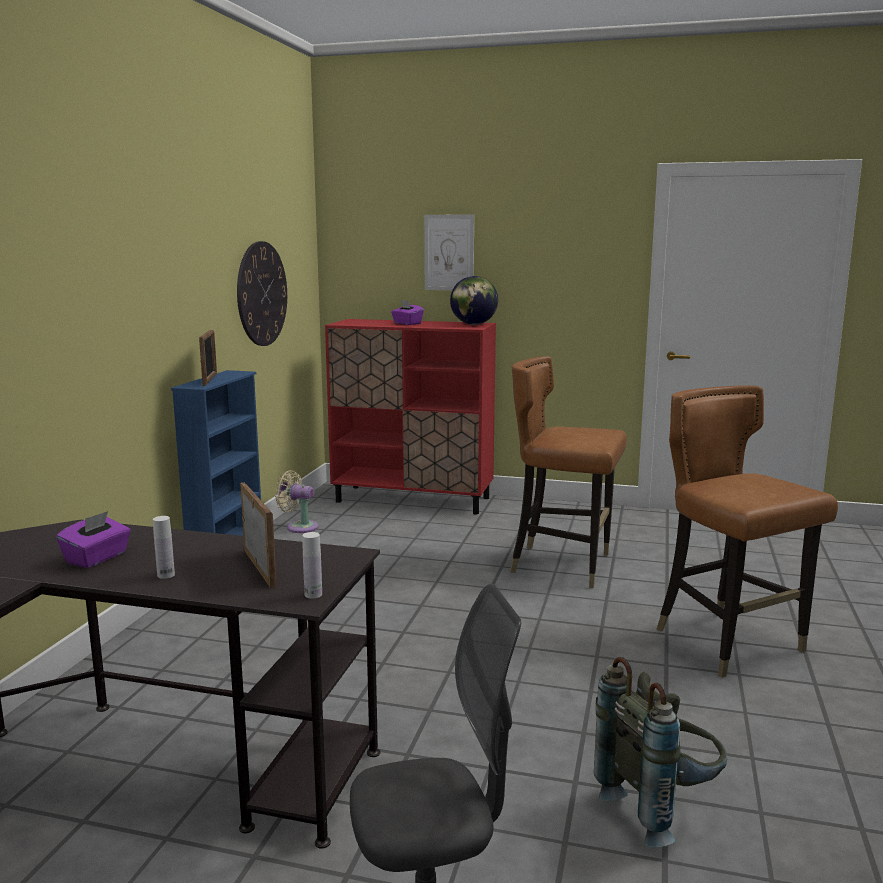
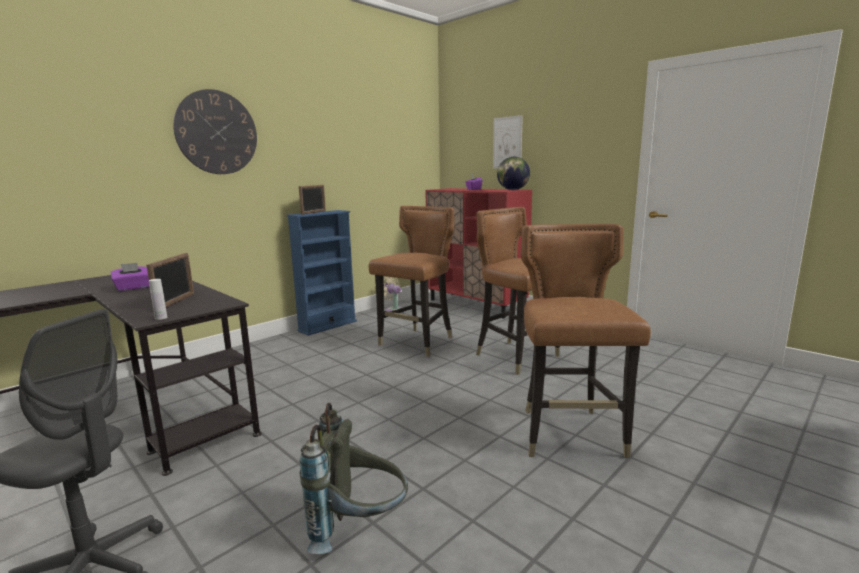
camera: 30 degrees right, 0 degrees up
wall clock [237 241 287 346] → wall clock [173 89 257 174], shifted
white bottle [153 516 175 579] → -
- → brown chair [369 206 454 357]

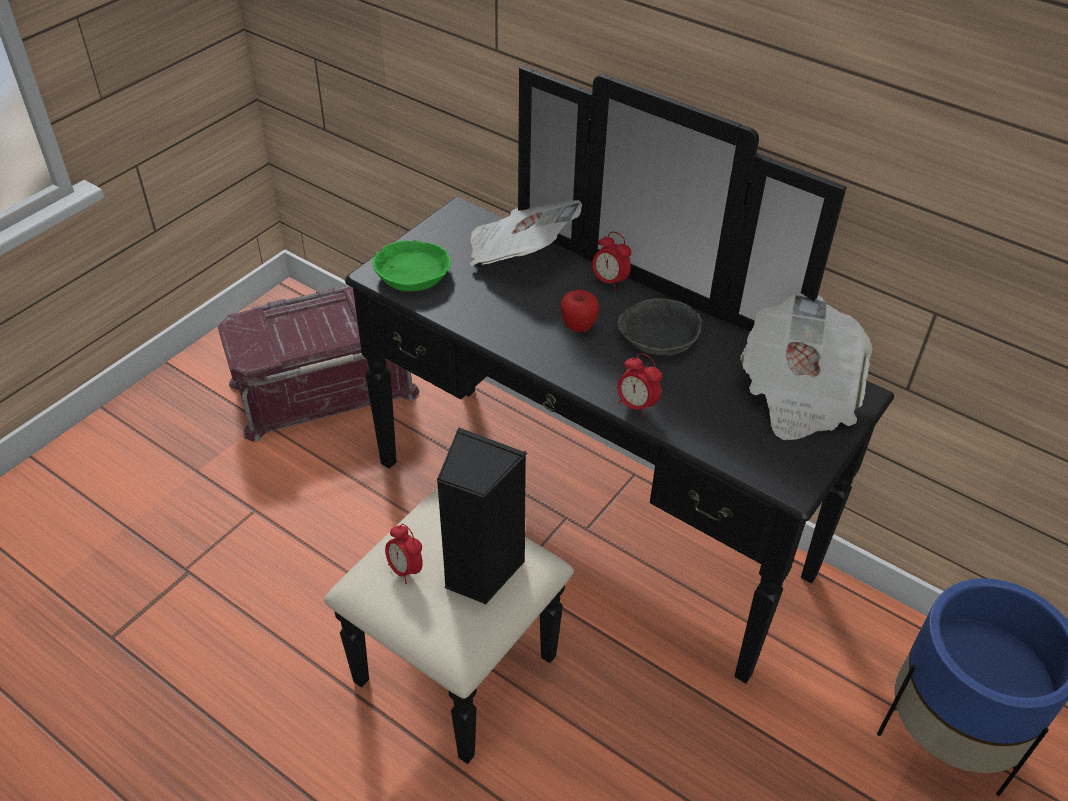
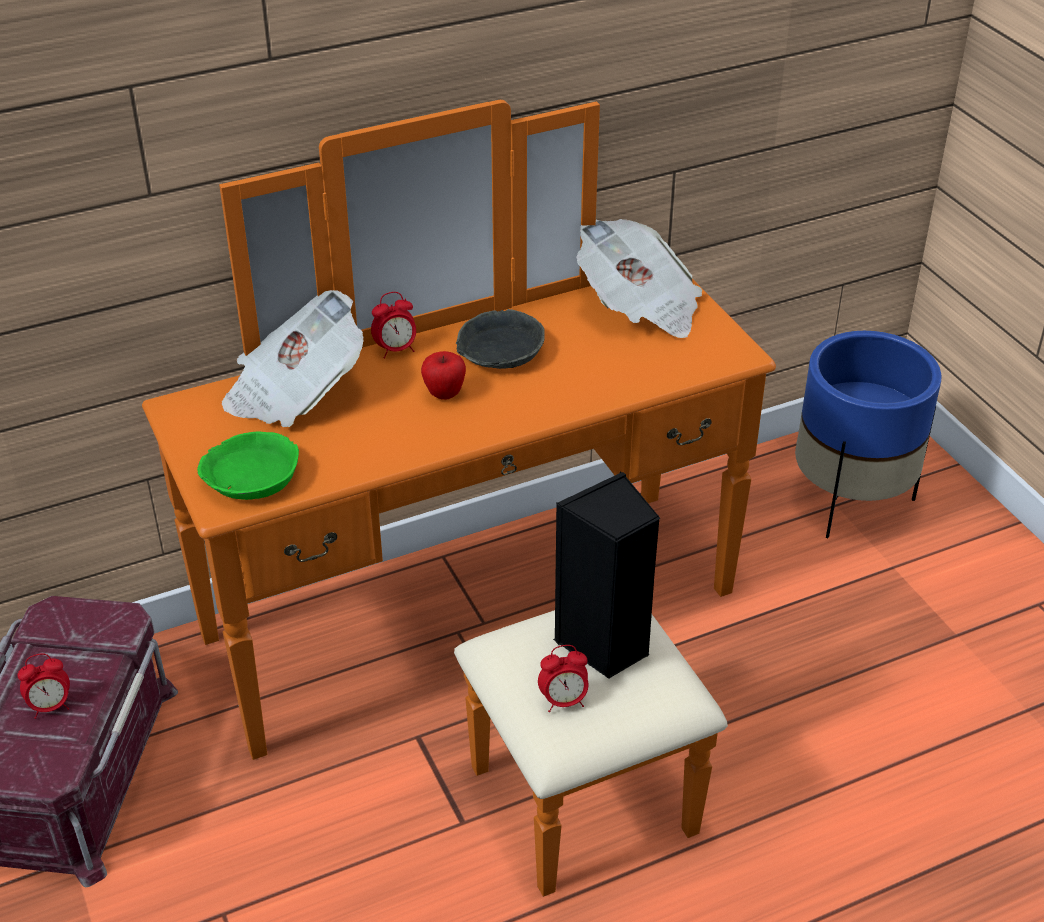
camera: 60 degrees left, 5 degrees down
black dresser [324 66 894 764] → orange dresser [142 100 776 897]
alarm clock [617 353 662 418] → alarm clock [18 653 70 719], shifted

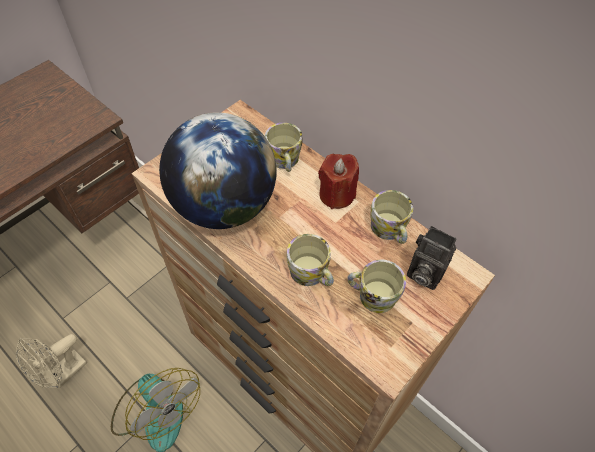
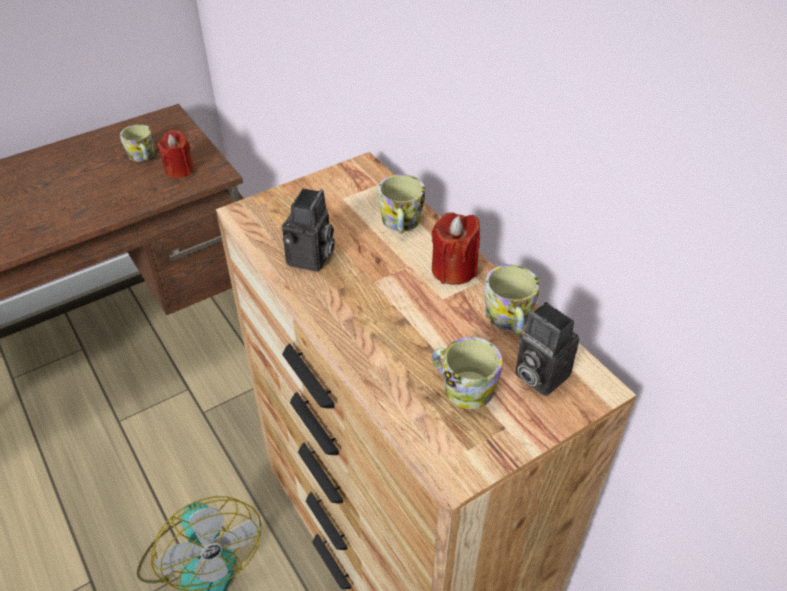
camera: 15 degrees right, 10 degrees down
globe [159 112 277 229] → photo camera [282 188 335 272]
mug [286 234 334 286] → mug [120 124 154 161], shifted
beige fan [15 334 87 388] → -
- → red candle [157 130 194 178]

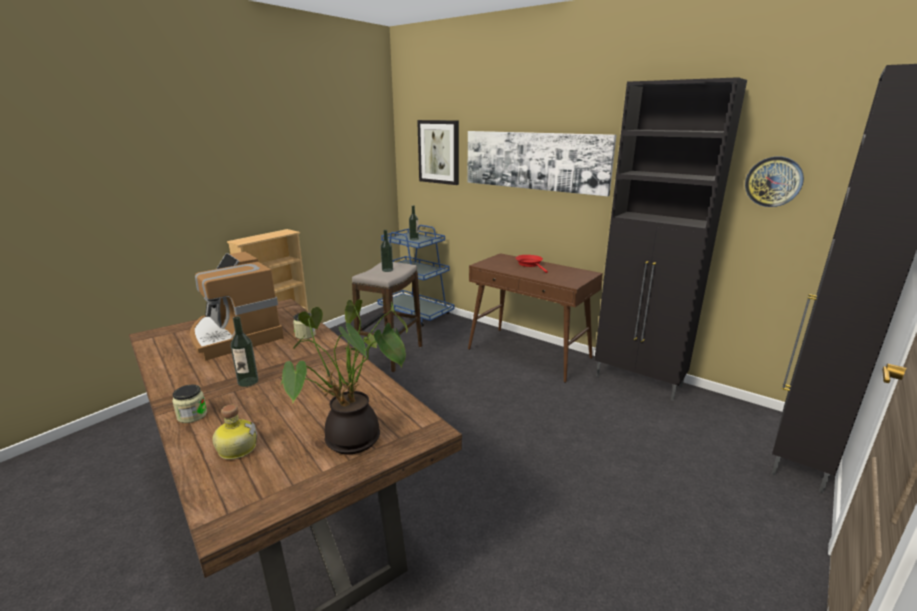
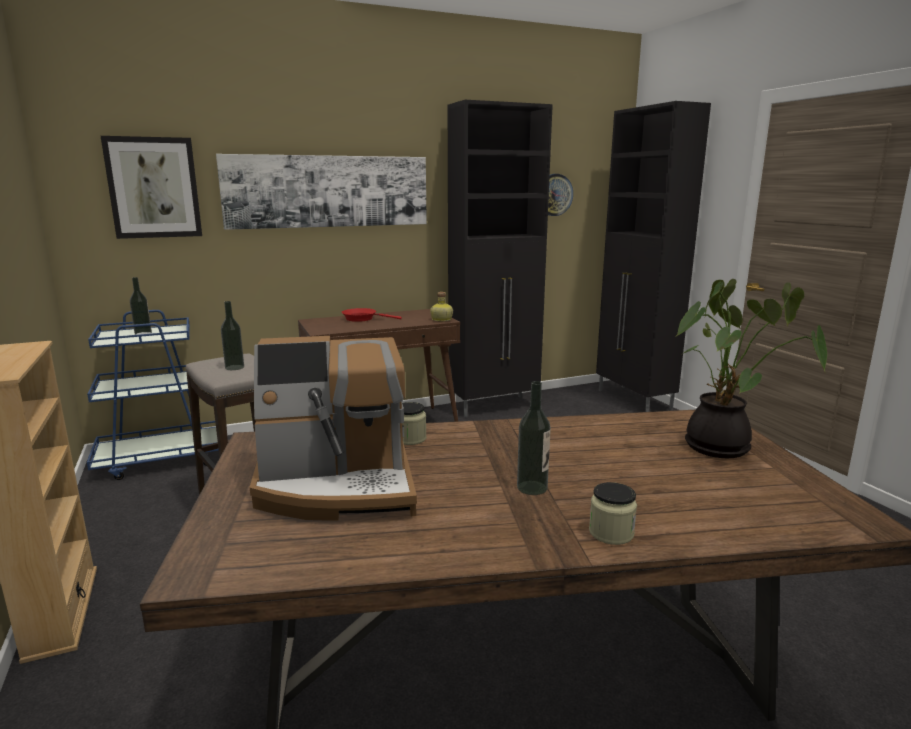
camera: 60 degrees left, 5 degrees down
bottle [212 405 257 460] → bottle [430 292 453 321], shifted

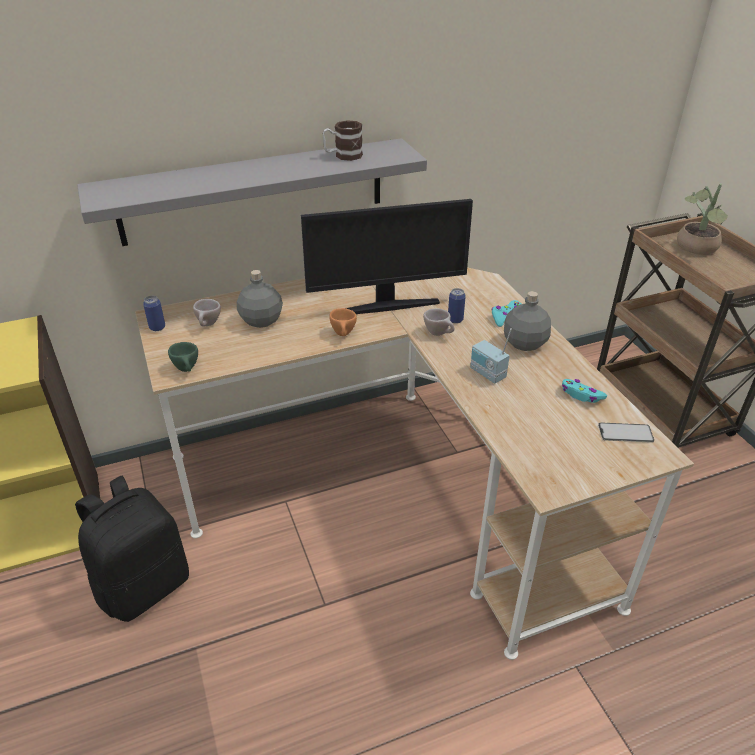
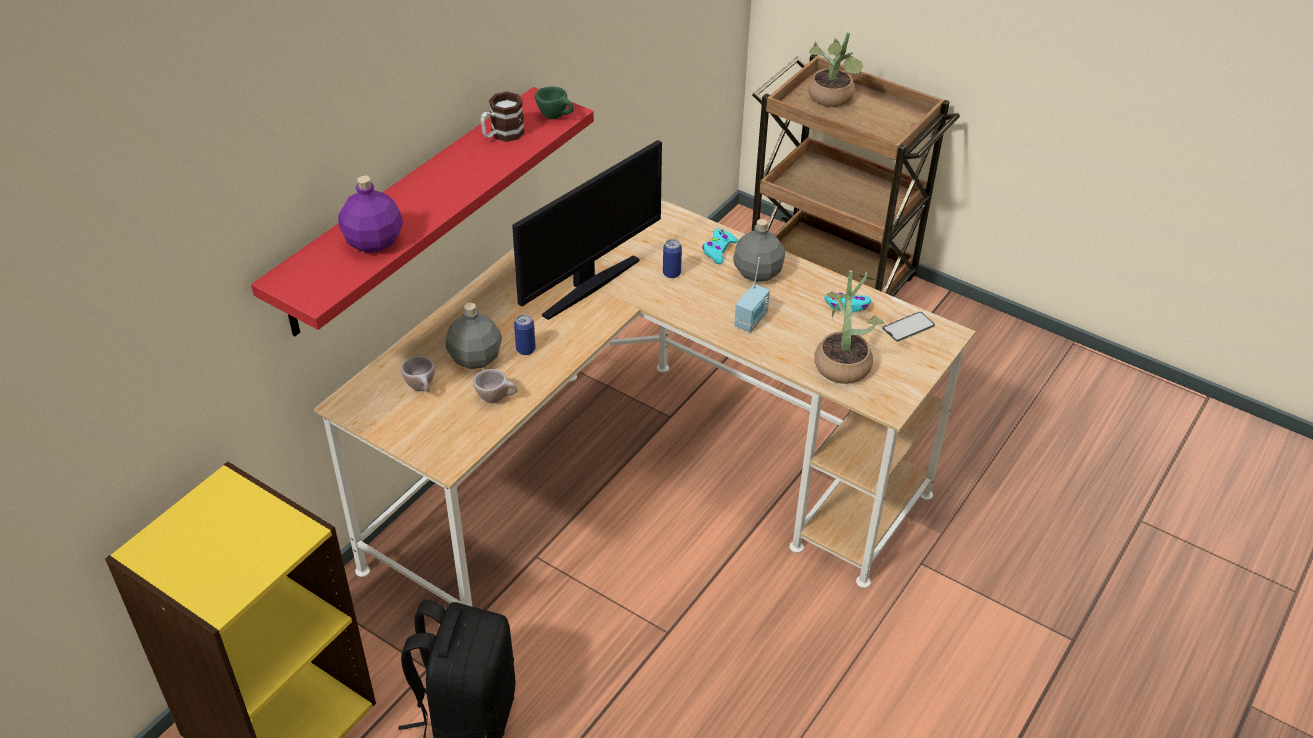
camera: 35 degrees left, 5 degrees up
grey shelf [77 138 427 246] → red shelf [251 87 594 336]
can [143 296 165 331] → can [514 314 536 355], shifted
orange cup [329 308 357 336] → -
beige cup [423 308 454 336] → beige cup [473 369 518 403], shifted
radio [470 328 512 384] → radio [734 257 770 332], 75 degrees counterclockwise
green cup [168 342 198 372] → green cup [535 86 574 119], shifted
- → purple bottle [338 175 403 253]
- → potted plant [814 271 884 384]

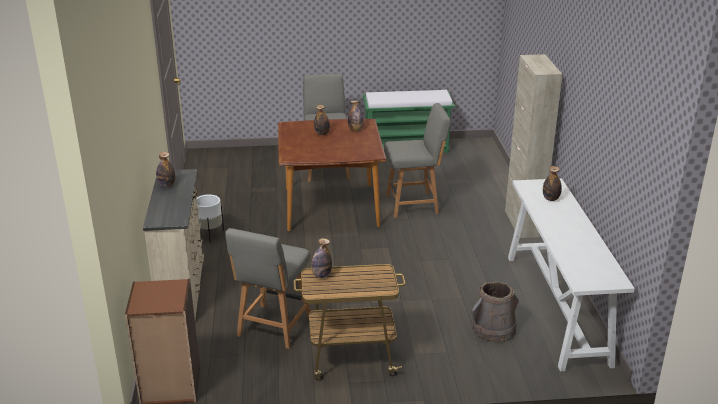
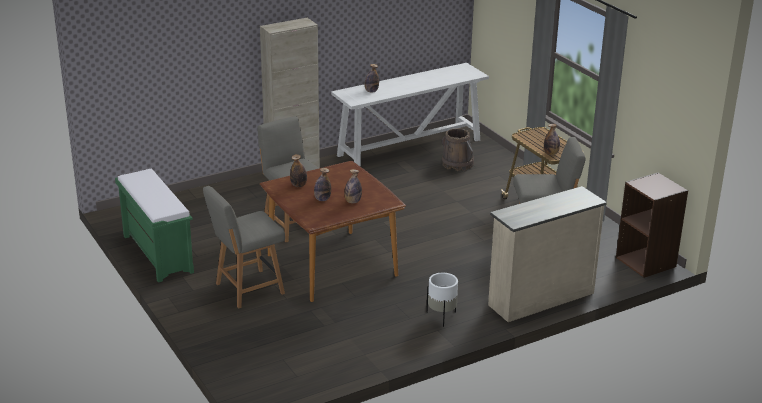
camera: 115 degrees left, 0 degrees up
bottle [156 152 175 188] → bottle [344 169 362 203], shifted

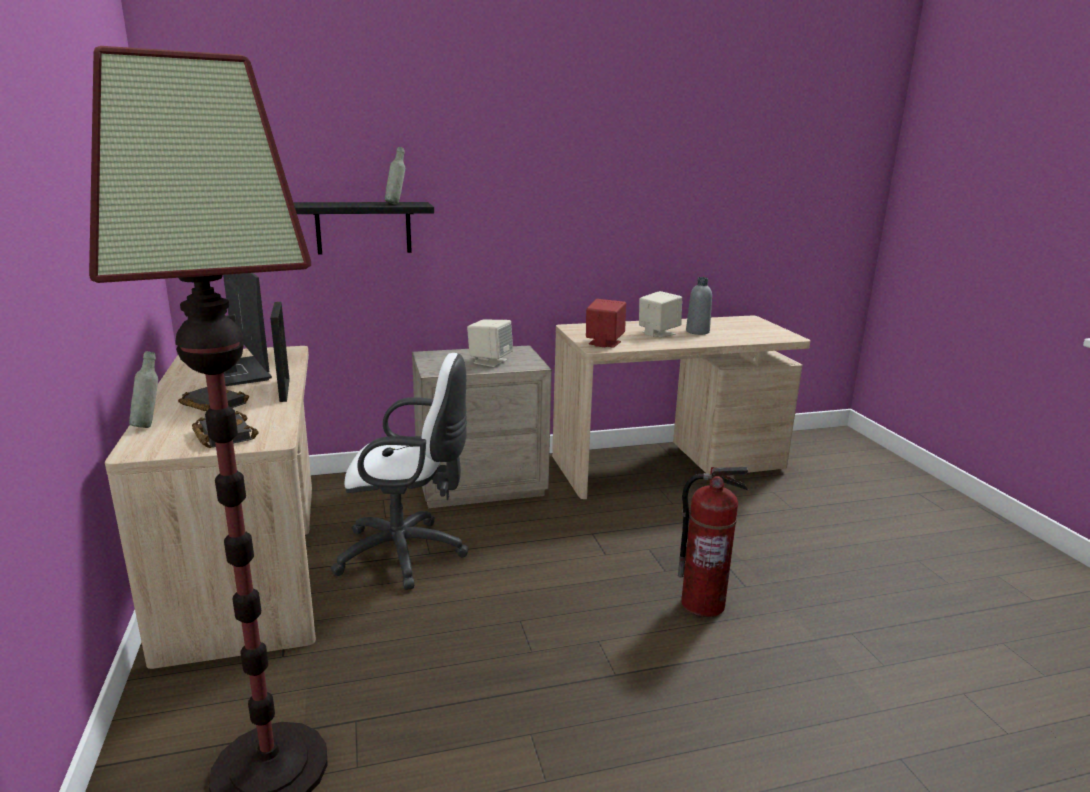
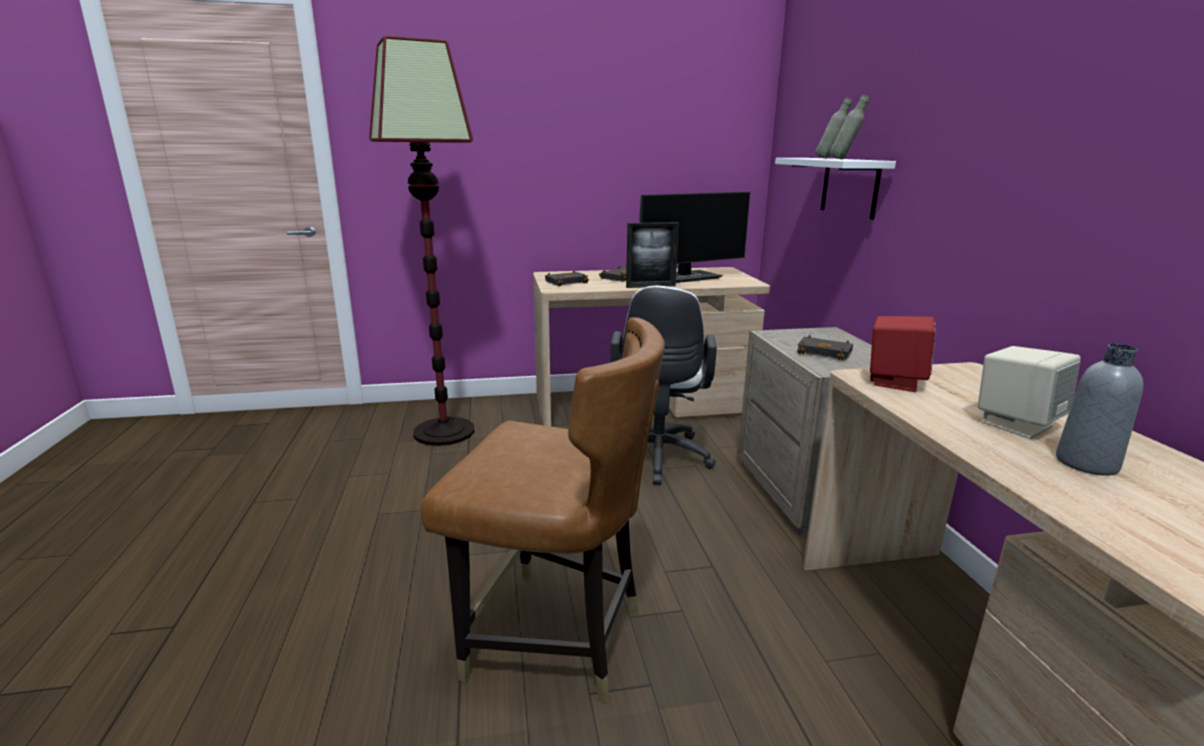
camera: 95 degrees right, 0 degrees up
black shelf [293 202 434 255] → white shelf [775 158 896 220]
beige speaker [467 320 513 367] → black book [797 335 853 361]
grey bottle [129 351 158 428] → grey bottle [815 97 853 159], shifted
fire extinguisher [678 467 748 617] → brown chair [421 317 665 703]

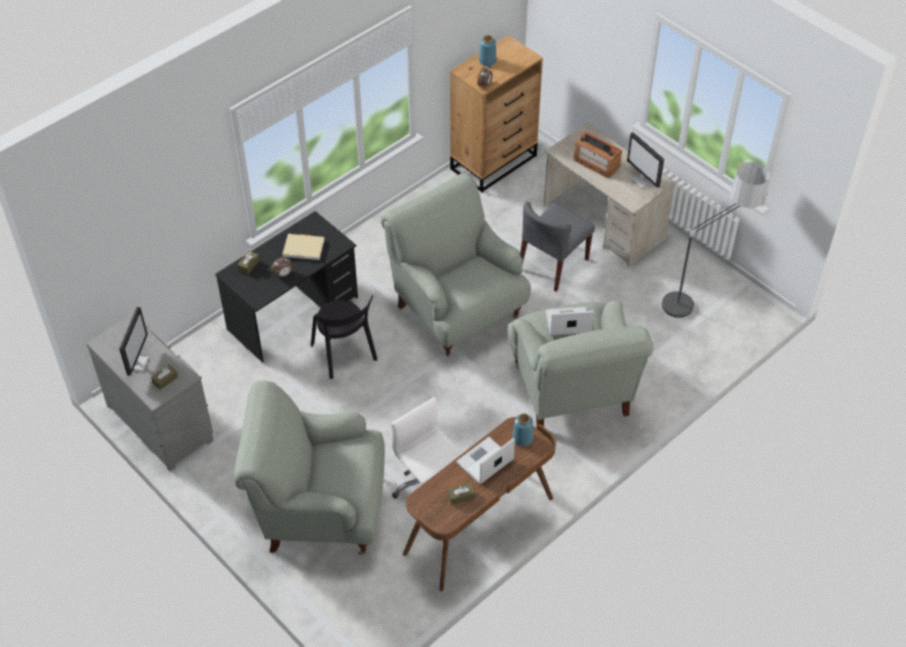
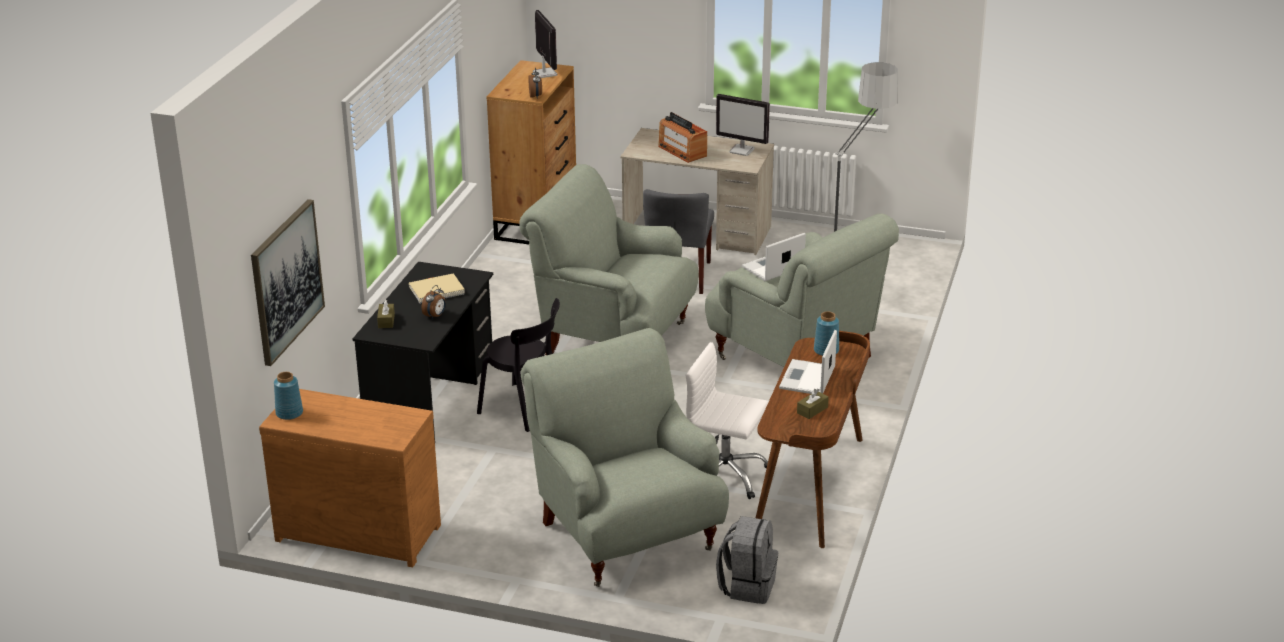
camera: 30 degrees left, 20 degrees down
blue vase [479 35 497 66] → blue vase [274 372 303 420], shifted
radio [573 132 622 178] → radio [658 112 707 163], 45 degrees clockwise
monitor [119 307 150 376] → monitor [533 10 557 78], shifted
grey dresser [86 314 214 471] → brown dresser [259 389 441 567]
brown tissue box [151 364 178 390] → -
grey armchair [234 381 385 555] → grey armchair [521 328 729 587], 90 degrees clockwise
- → picture [251 199 325 366]
- → grey backpack [716 516 778 604]

